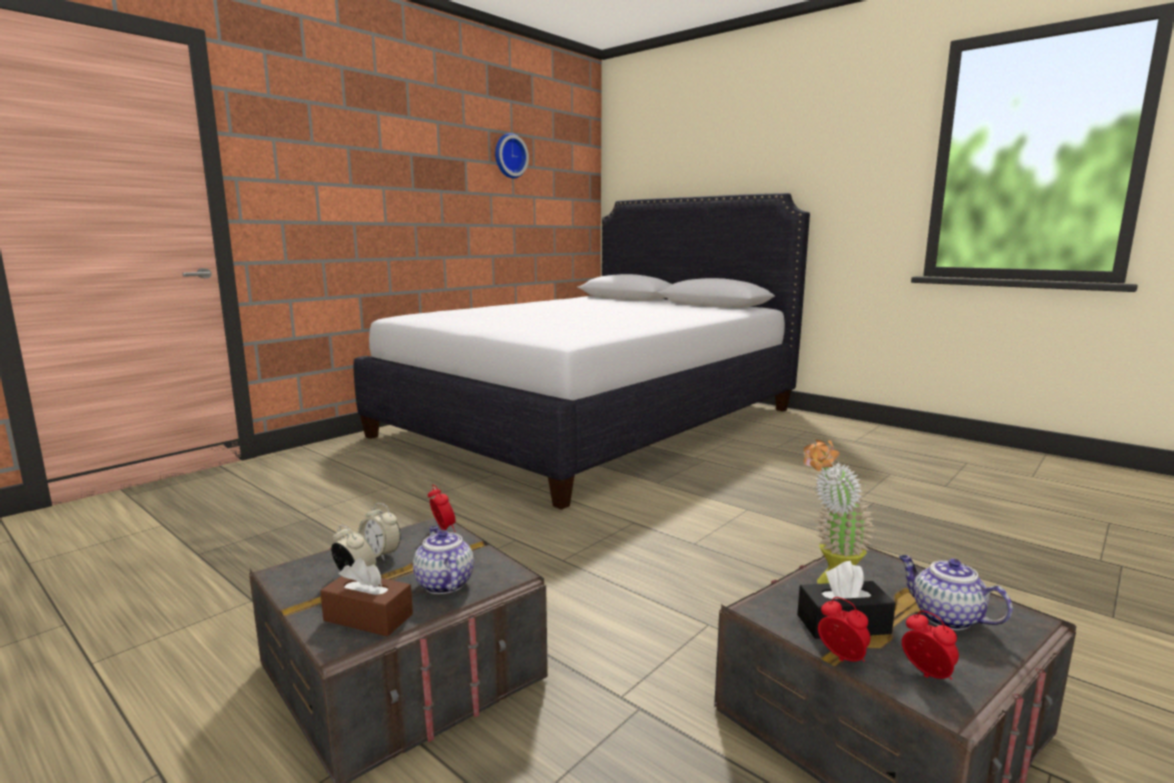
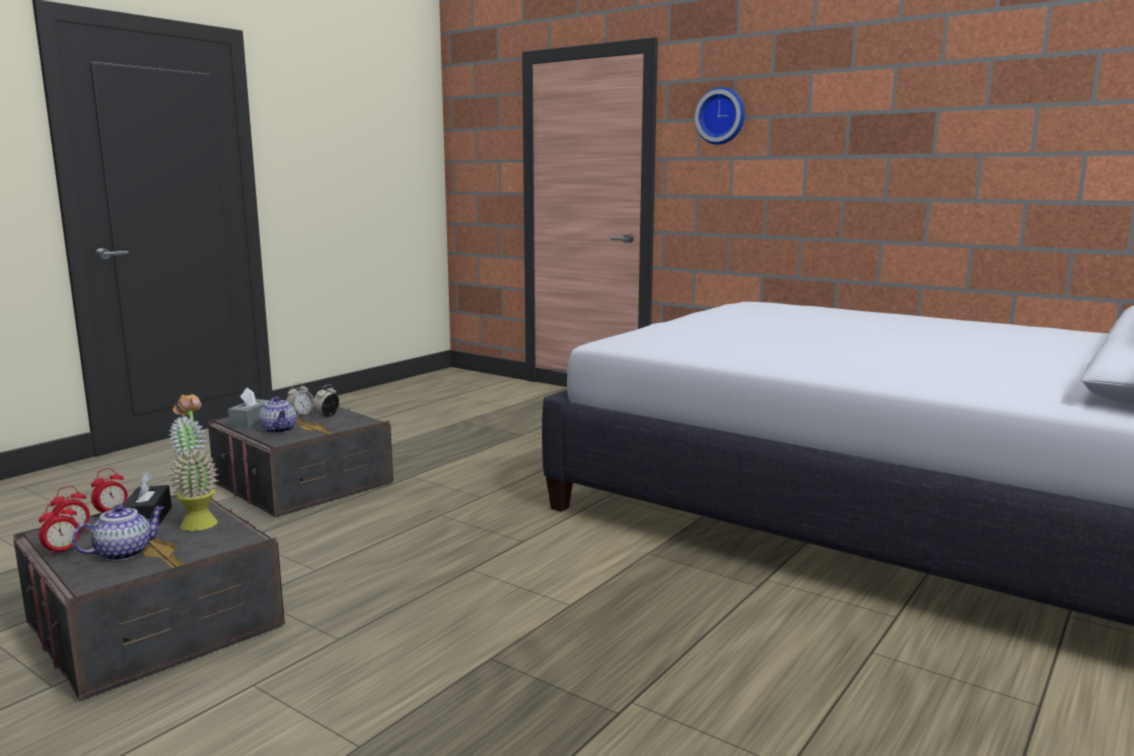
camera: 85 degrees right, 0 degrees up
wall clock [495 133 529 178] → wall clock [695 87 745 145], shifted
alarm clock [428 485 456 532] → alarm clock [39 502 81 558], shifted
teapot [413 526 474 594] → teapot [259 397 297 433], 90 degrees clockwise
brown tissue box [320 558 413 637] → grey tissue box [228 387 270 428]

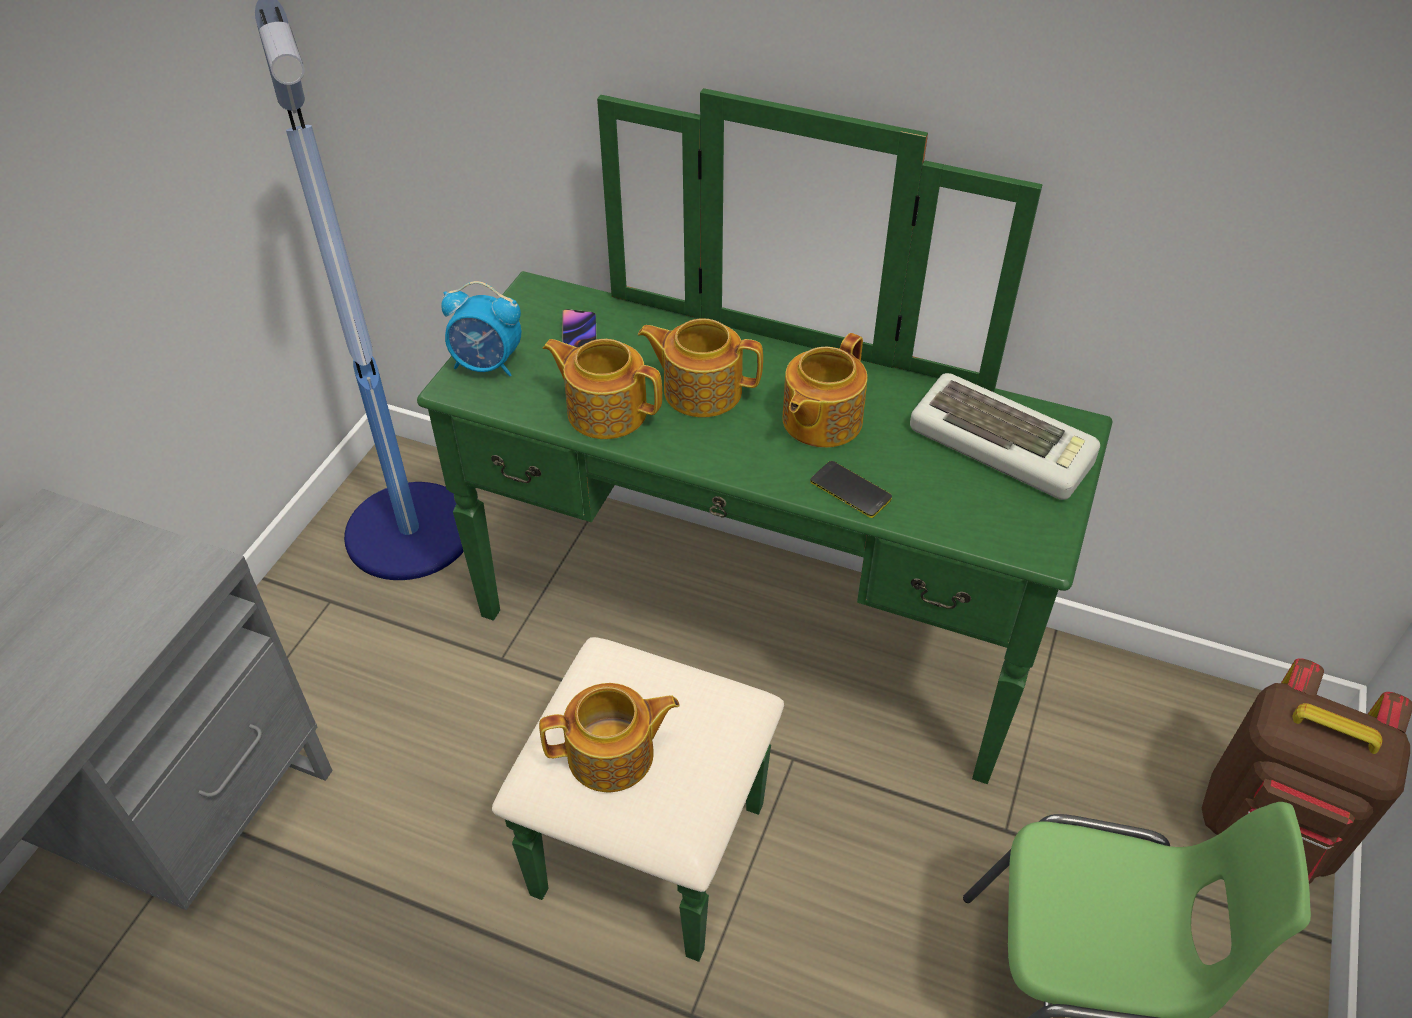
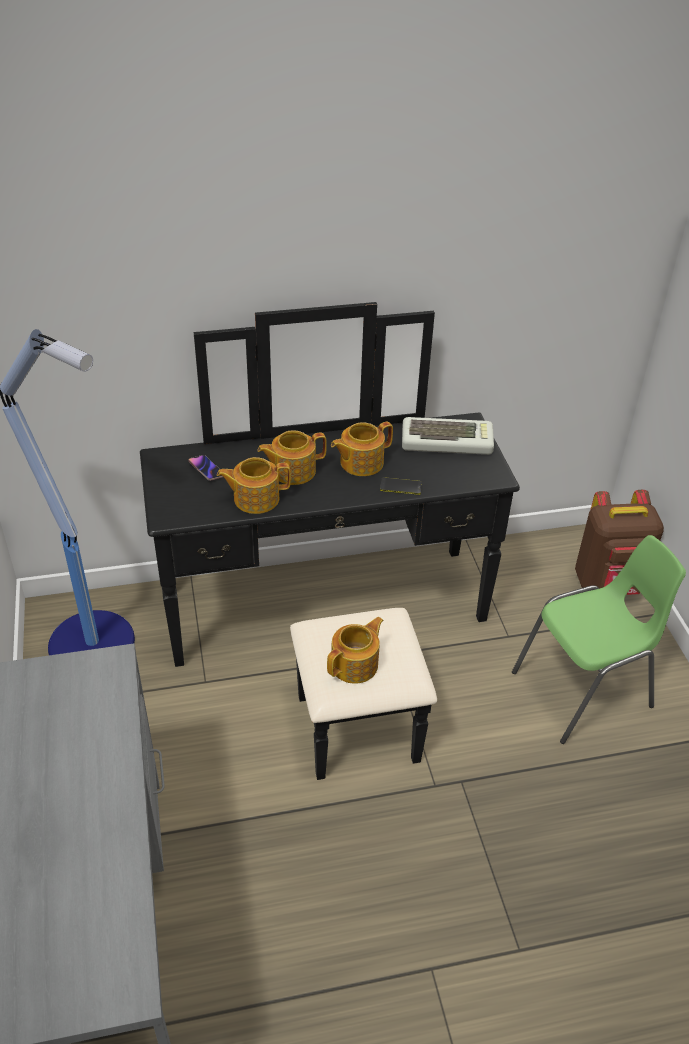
camera: 35 degrees left, 5 degrees down
green dresser [417 88 1113 962] → black dresser [140 302 520 780]
alarm clock [441 281 522 377] → -
teapot [782 333 868 448] → teapot [331 422 393 476], 60 degrees clockwise

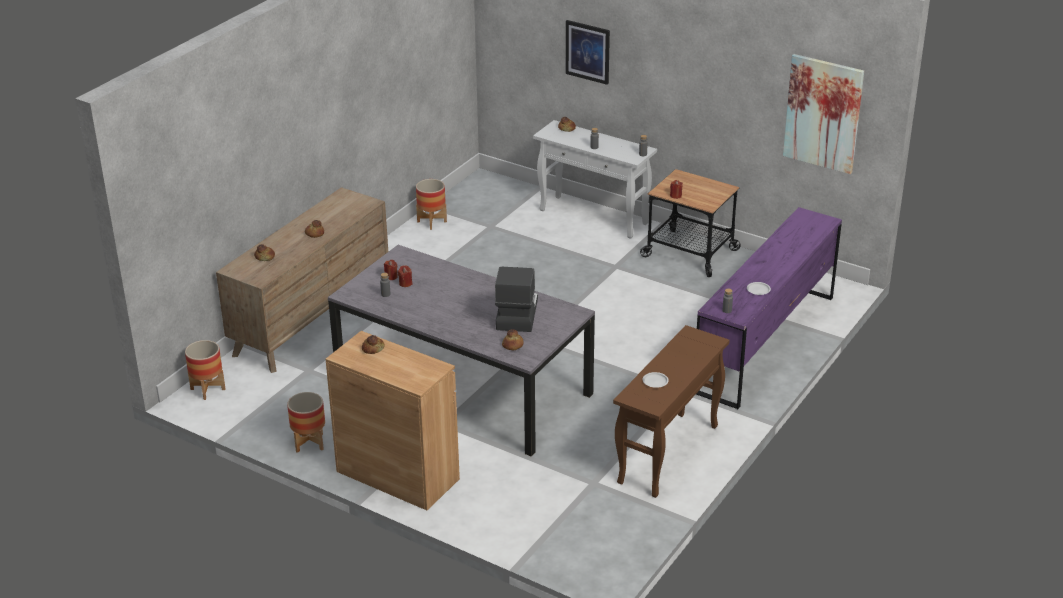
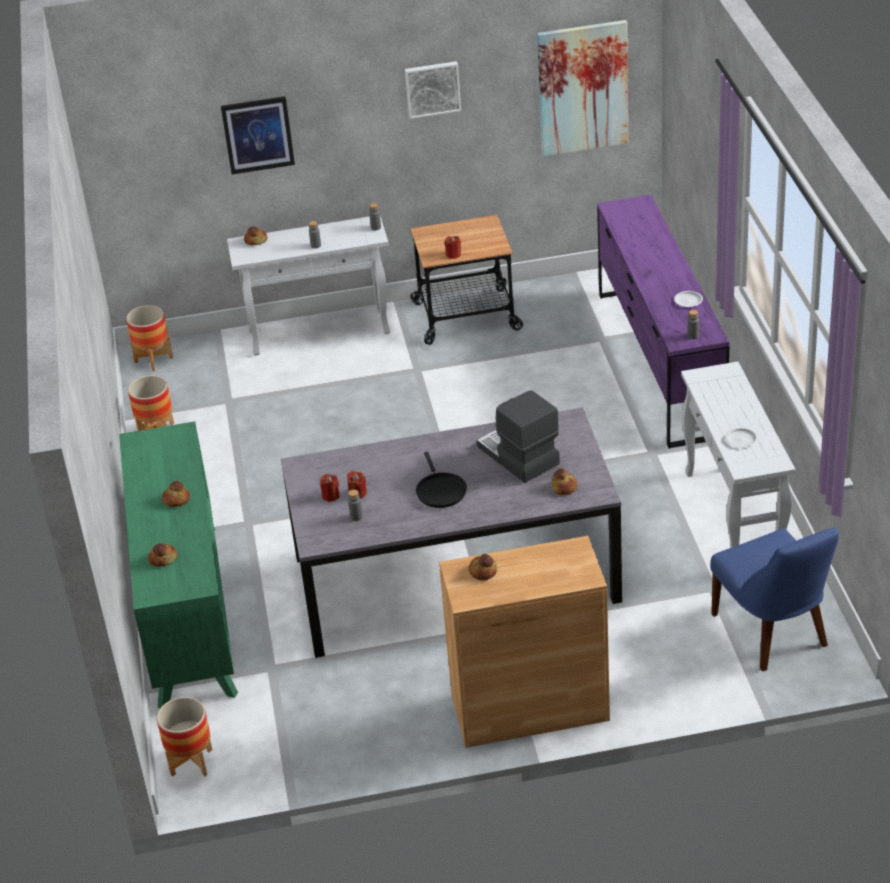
camera: 40 degrees left, 5 degrees up
brown dresser [216 187 388 373] → green dresser [119 421 238 709]
brown console table [613 325 730 498] → white console table [681 362 795 548]
planter [287 392 325 453] → planter [126 305 173 371], shifted
- → picture [405 61 461 119]
- → black frying pan [416 452 467 508]
- → blue chair [710 527 839 671]

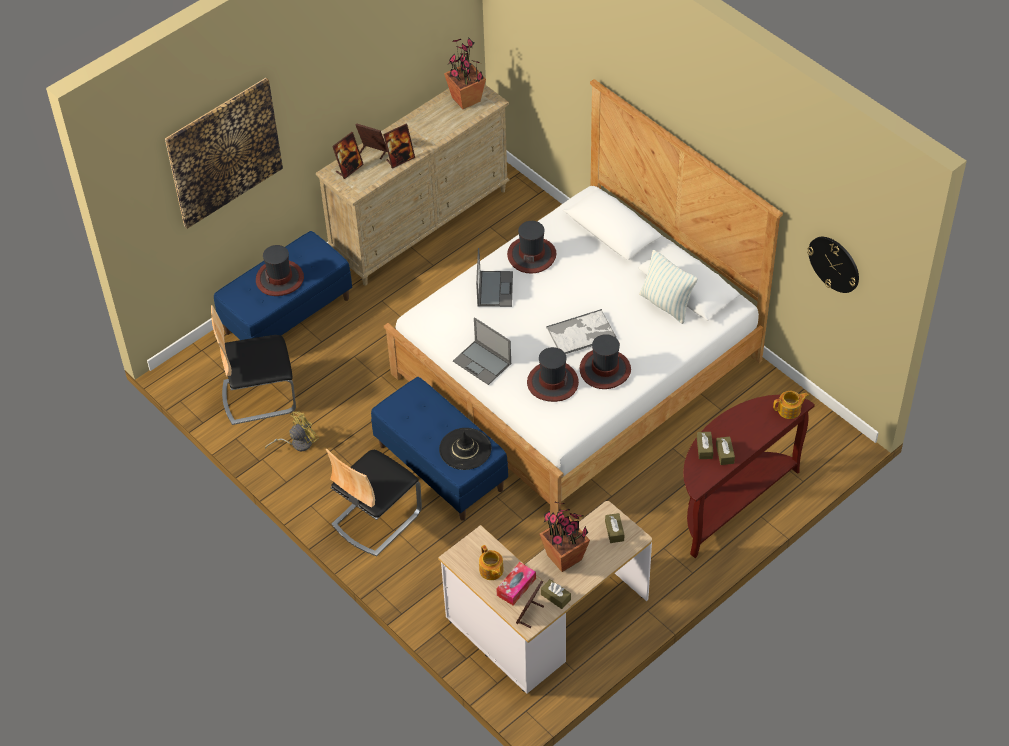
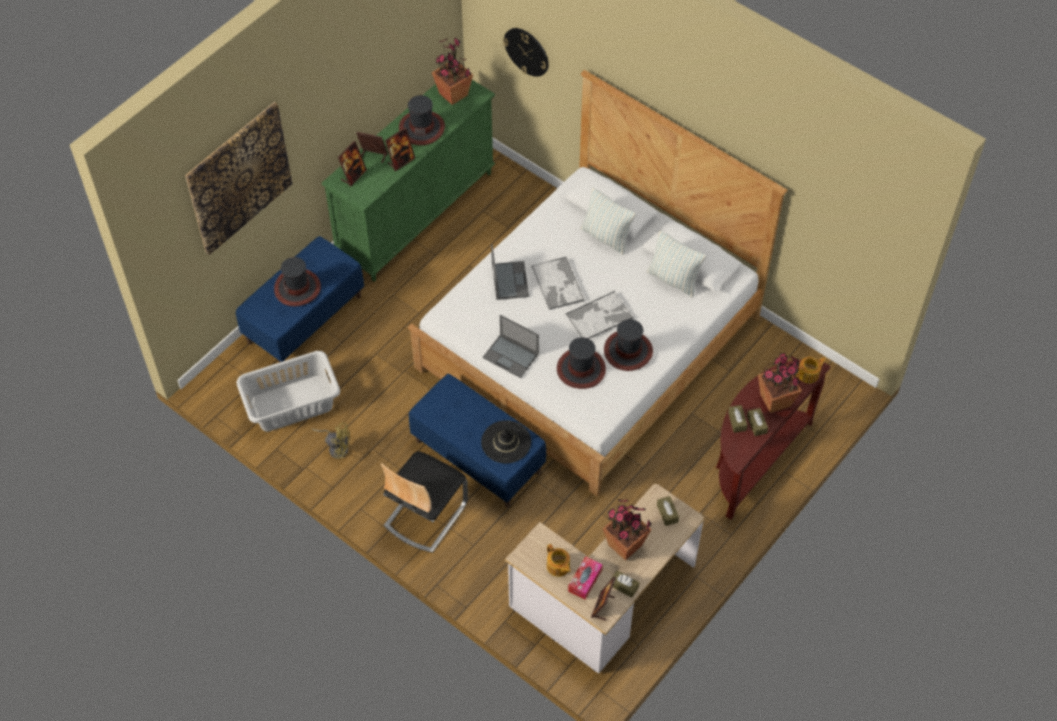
camera: 10 degrees left, 5 degrees up
beige dresser [316 85 510 286] → green dresser [322 80 496 282]
hat [507 221 556 274] → hat [399 95 445 145], shifted
wall clock [807 237 859 293] → wall clock [503 28 549 77], shifted
chair [211 305 296 425] → grey laundry basket [237 351 340 432]
yellow fan [265 411 319 451] → yellow fan [312 422 350 459], 60 degrees clockwise
- → pillow [580 188 636 255]
- → tray [531 257 584 310]
- → potted plant [758 353 802 413]

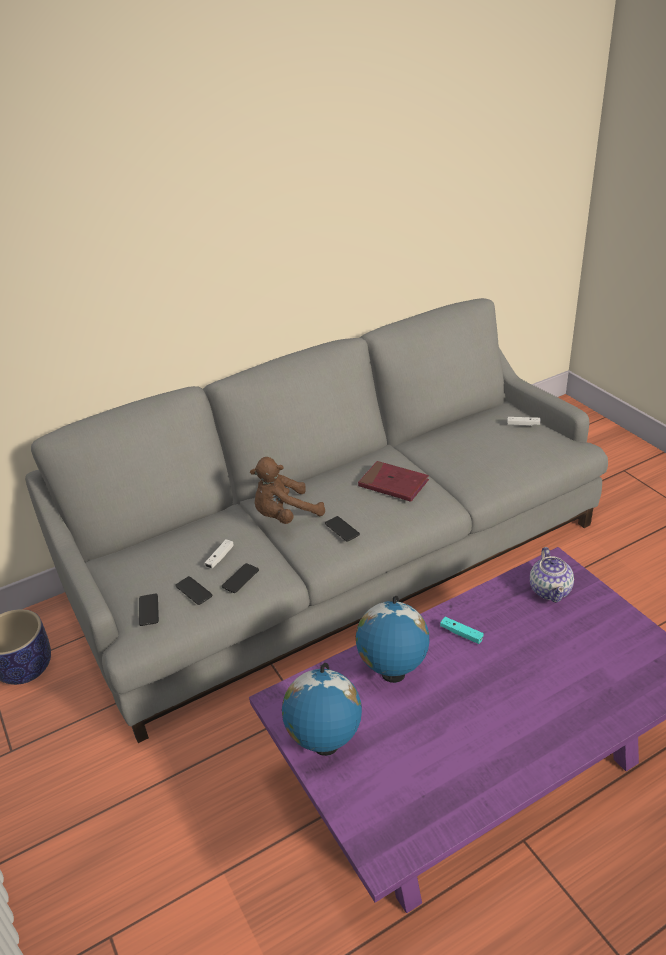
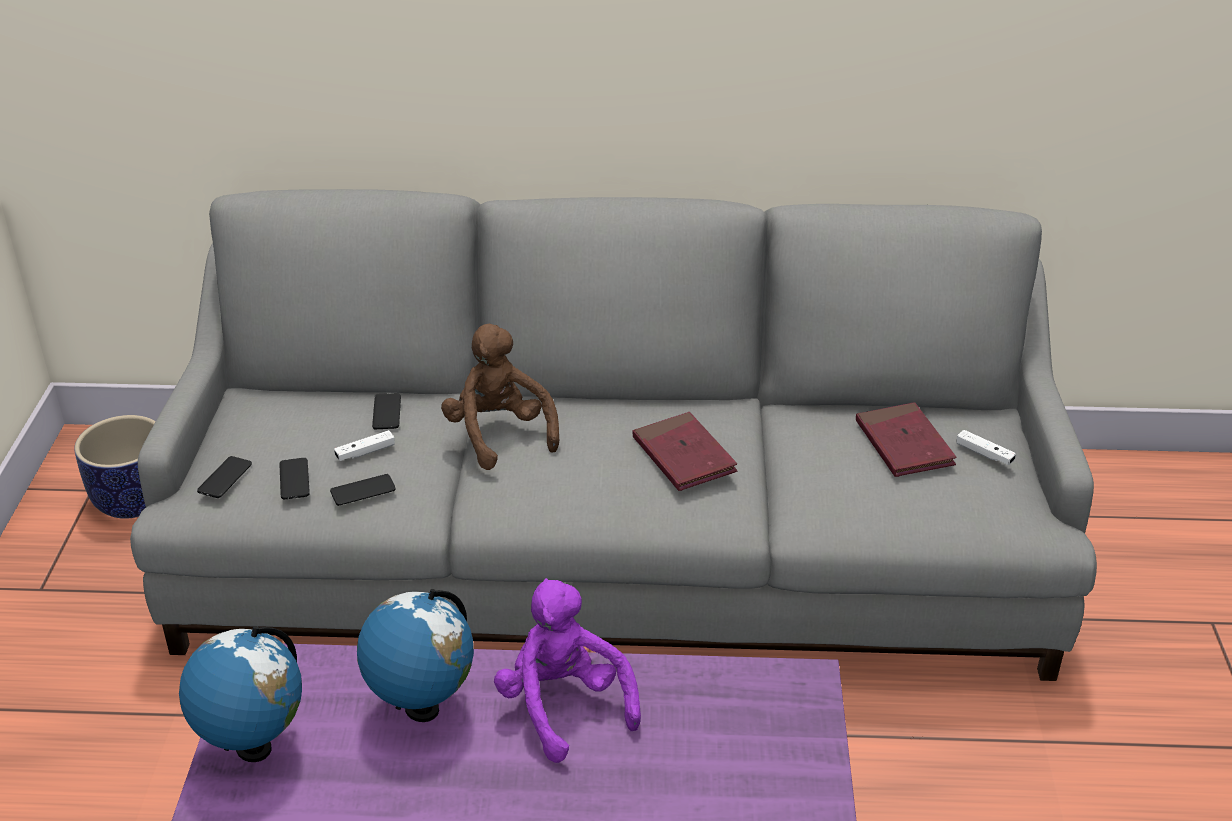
camera: 30 degrees right, 0 degrees up
brown plush toy [250 457 325 524] → brown plush toy [441 324 559 470], 60 degrees clockwise
phone [325 516 360 542] → phone [372 393 401 429], shifted
teapot [530 547 574 603] → -
turquoise game controller [440 617 484 644] → purple plush toy [494 578 641 763]
- → red book [856 402 957 477]

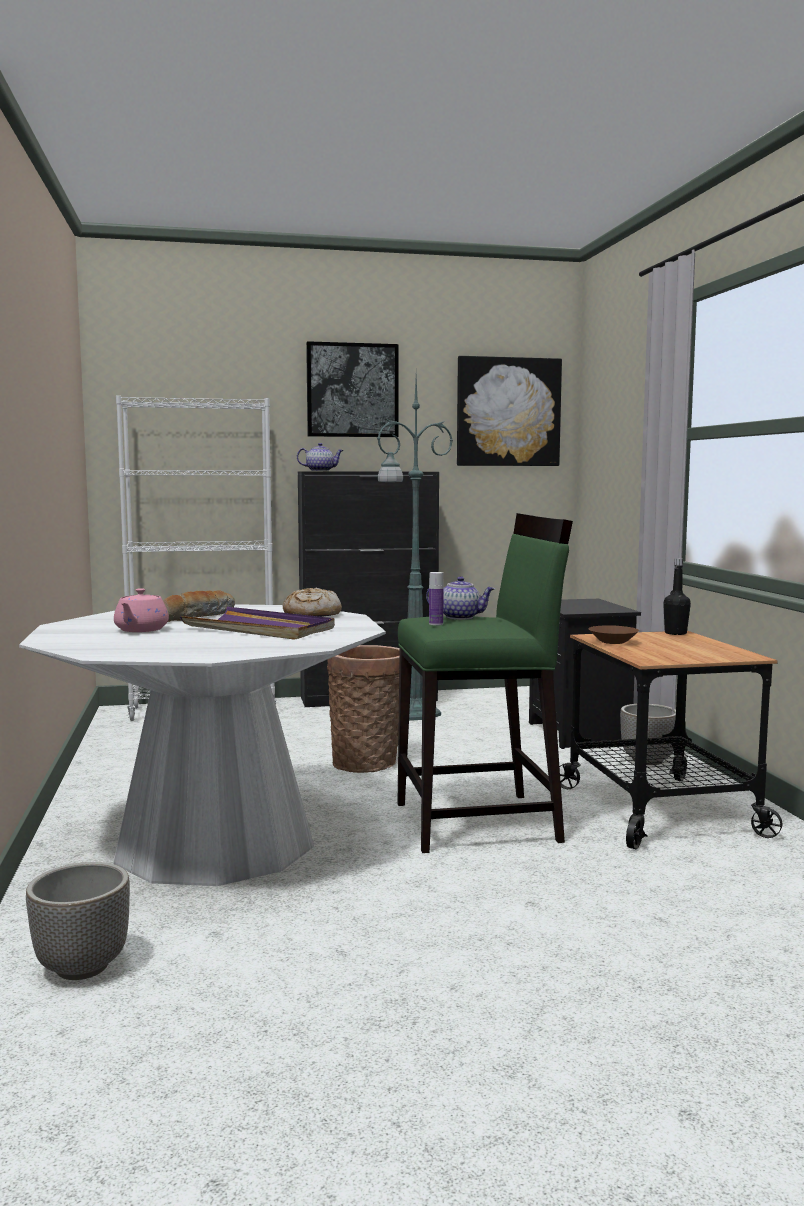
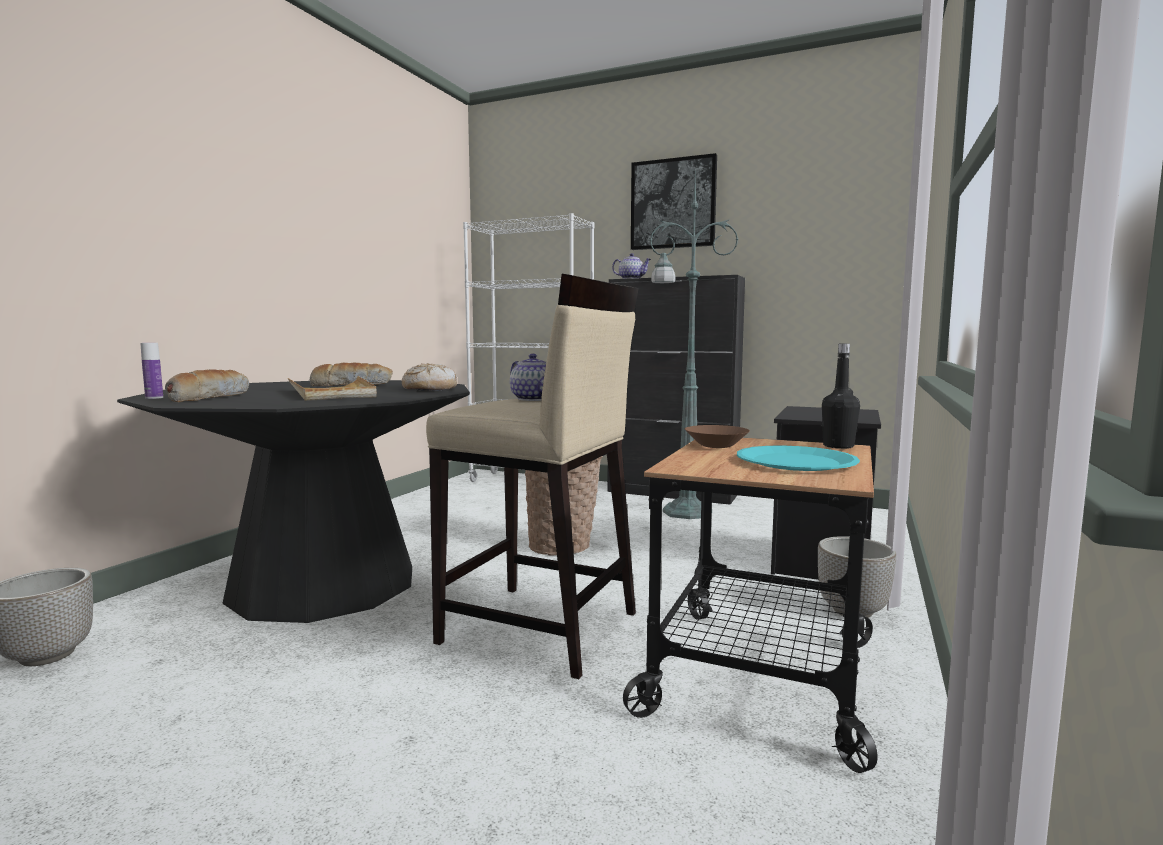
camera: 35 degrees right, 0 degrees up
picture [457 356 562 466] → -
green stool [397 513 573 853] → beige stool [426 274 639 679]
bottle [429 572 444 625] → bottle [141 343 163 399], shifted
pink teapot [114 588 169 632] → -
white dining table [19 604 386 886] → black dining table [117 380 470 623]
purple tray [180 607 335 640] → beige tray [288 376 377 401]
- → bread [165 369 249 402]
- → turquoise plate [737 446 860 471]

